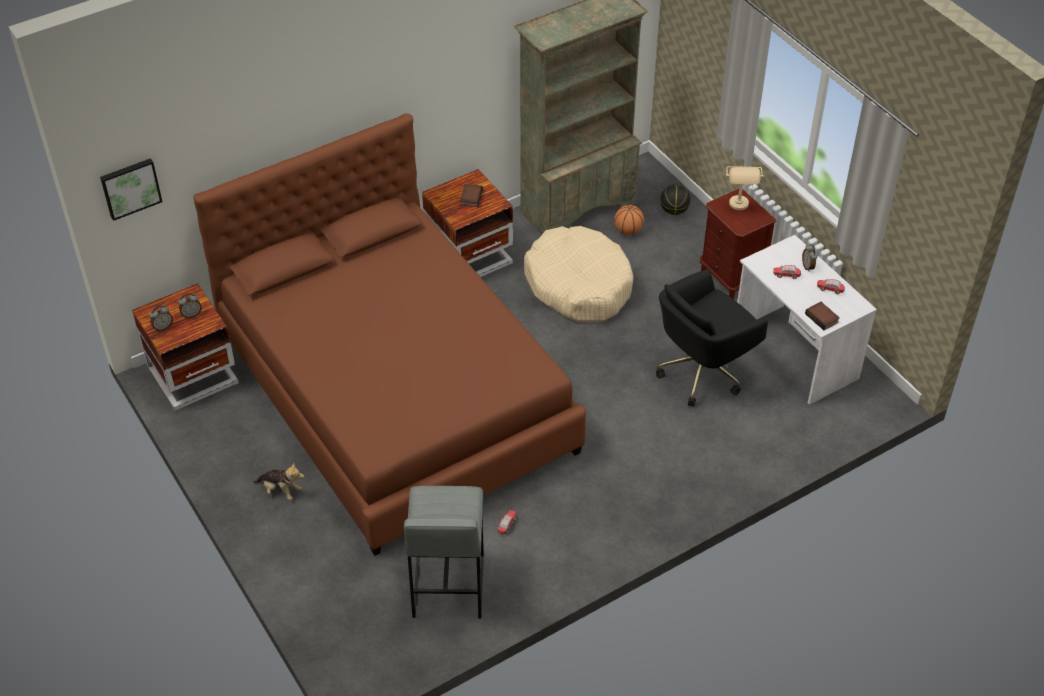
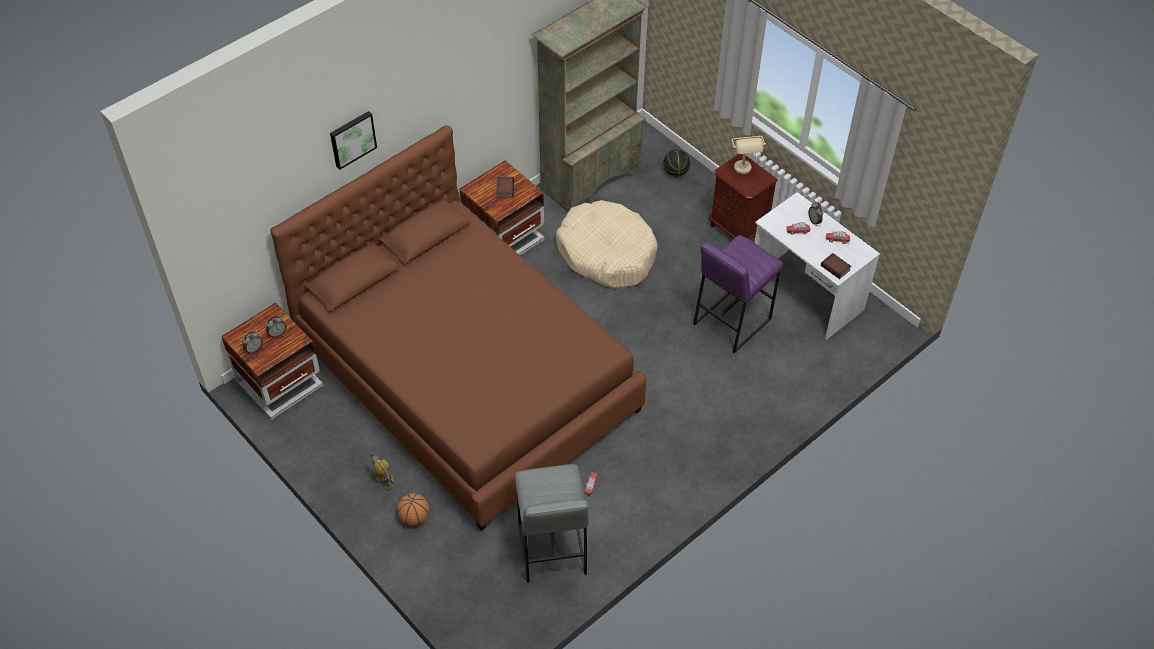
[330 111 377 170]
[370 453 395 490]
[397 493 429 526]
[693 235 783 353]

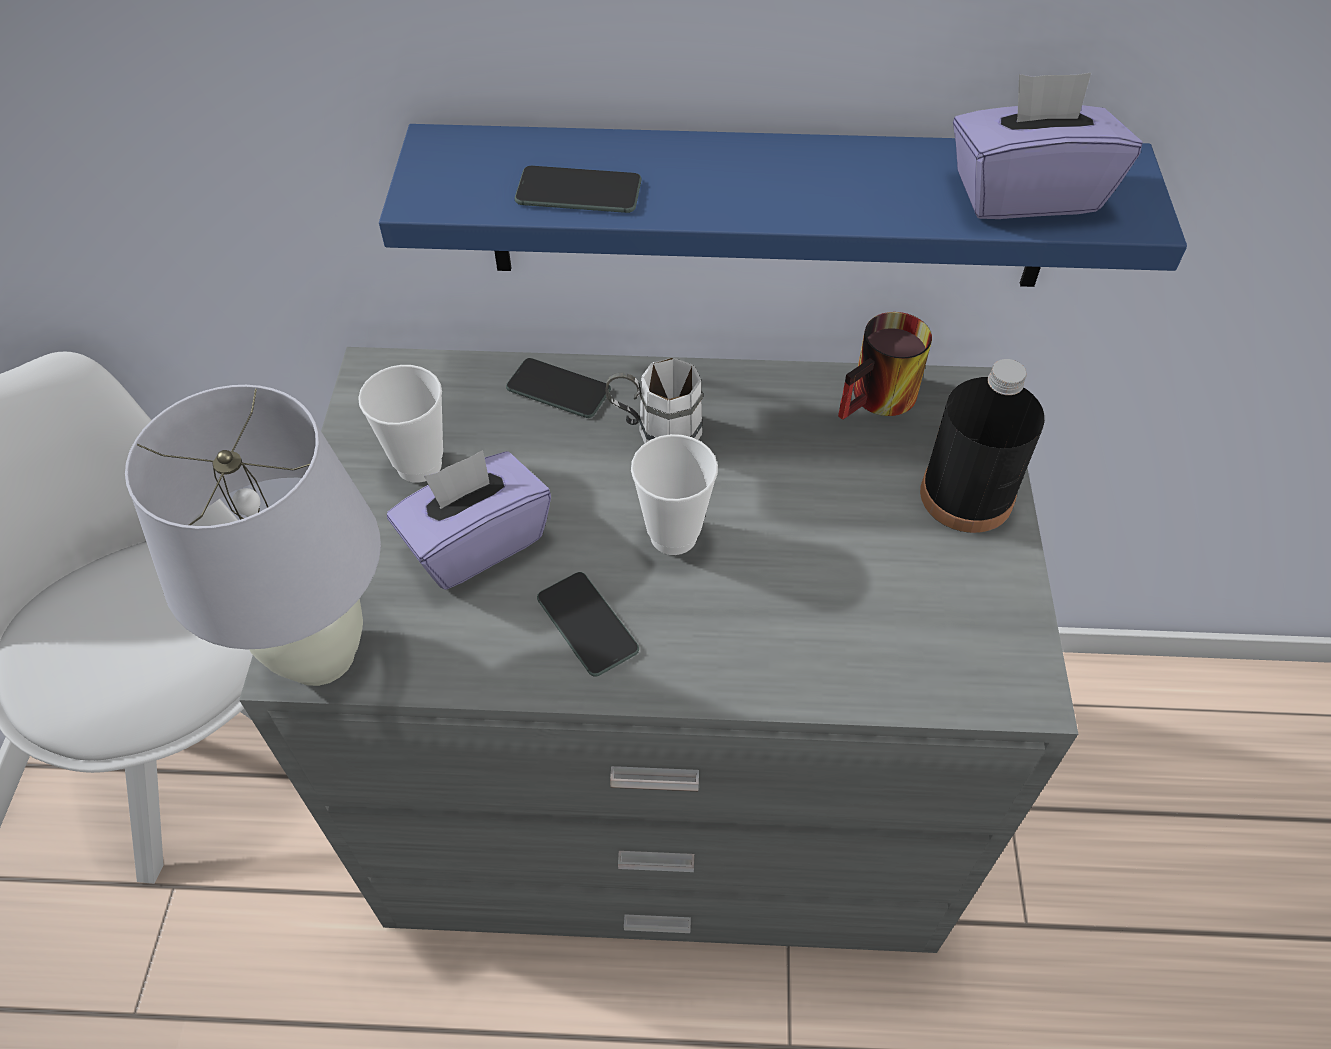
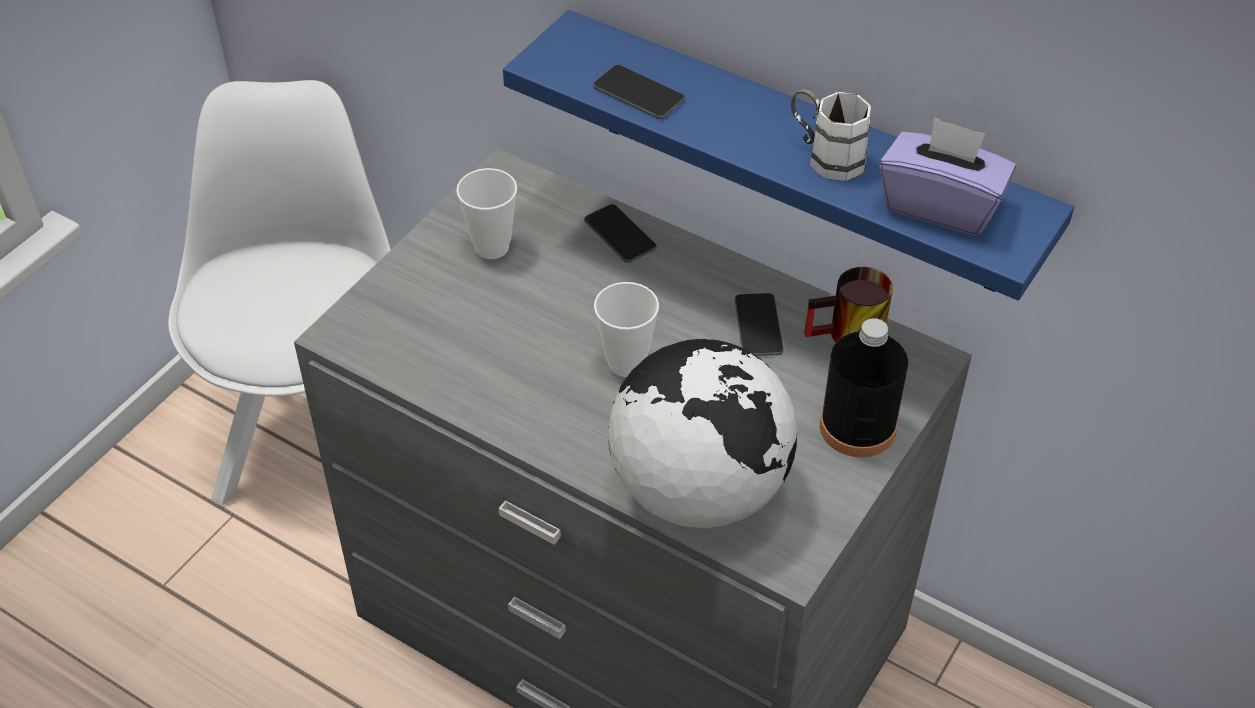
[125 385 381 686] (first image)
[387 450 551 589] (first image)
[735 293 784 356]
[791 89 871 181]
[608 339 797 528]

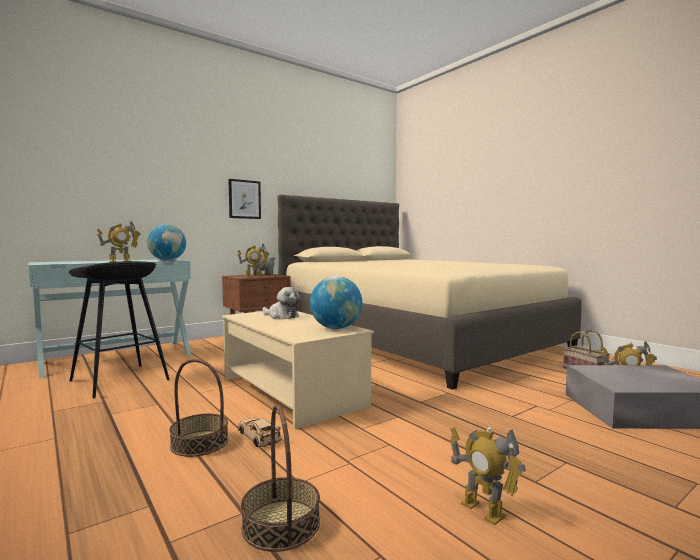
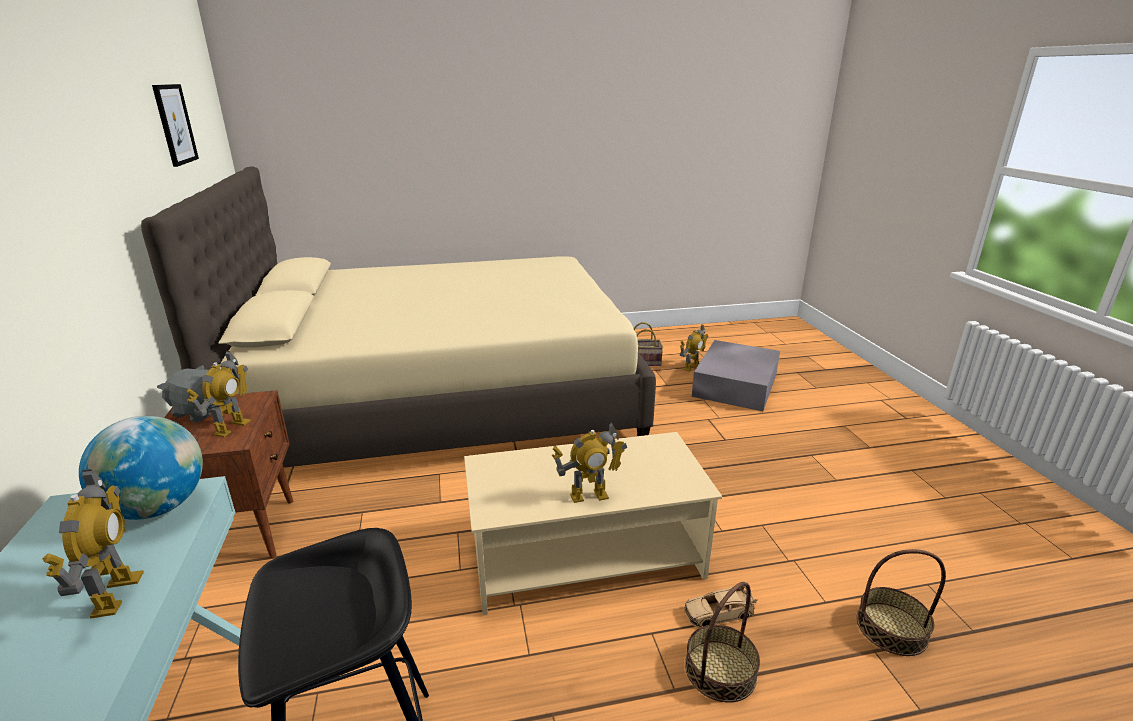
[152 84 199 167]
[262 287 300 319] (first image)
[310 276 362 329] (first image)
[552 423 627 503]

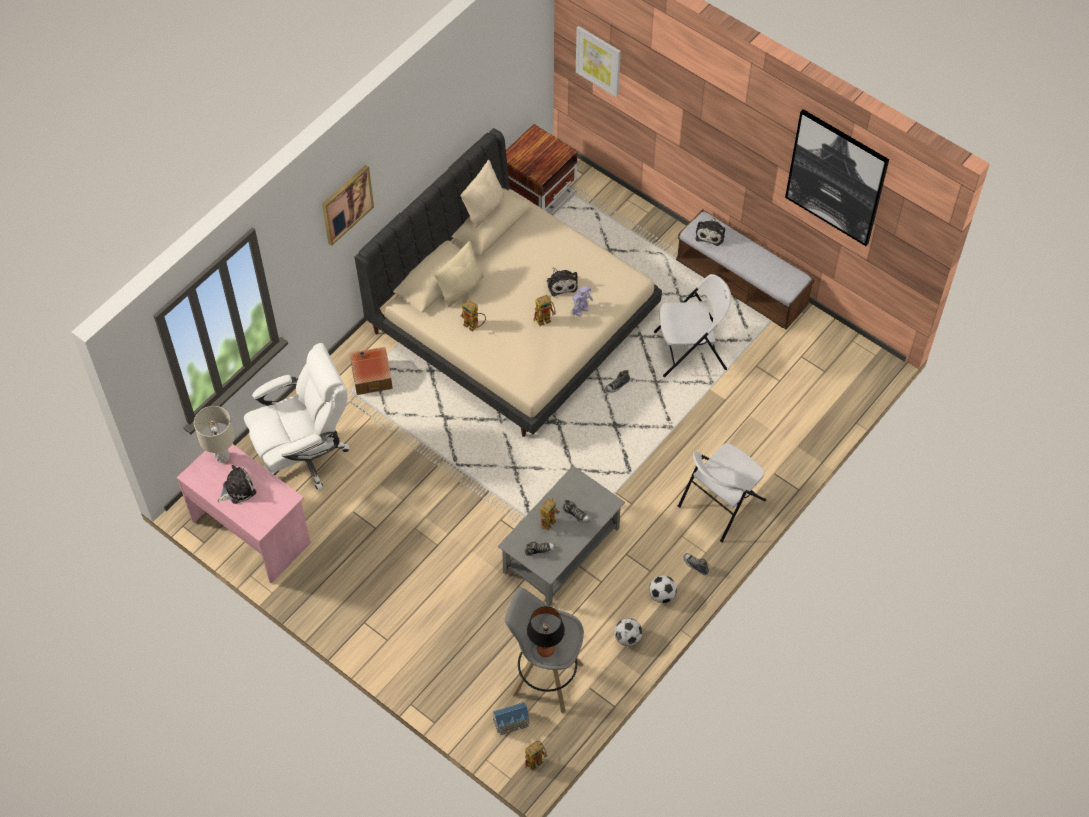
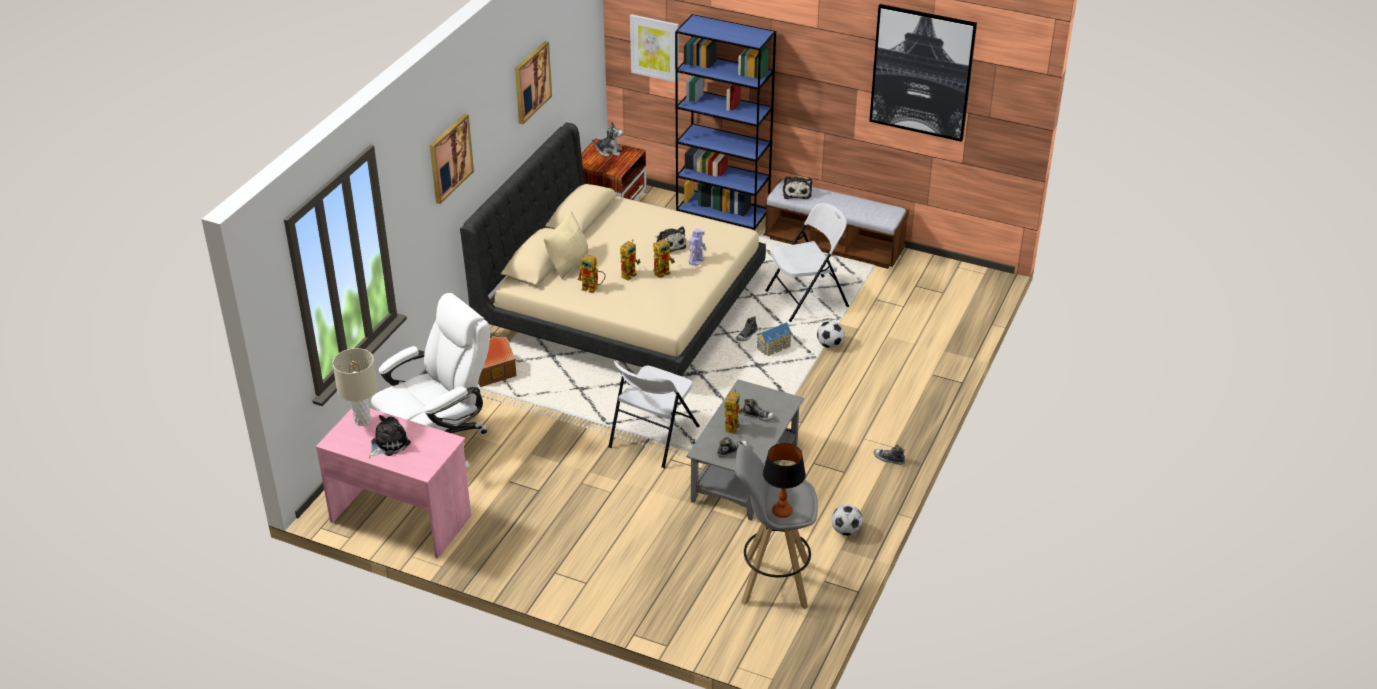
[461 160 505 228] (first image)
[756 322 792 356]
[620 240 640 281]
[817 321 844 348]
[608 361 700 468]
[515 41 552 125]
[592 122 623 157]
[675 14 776 231]

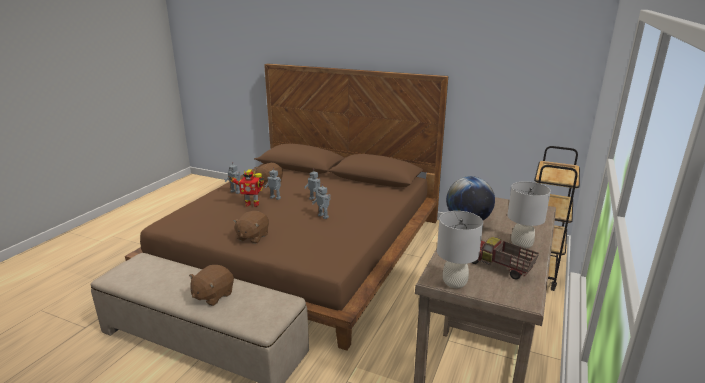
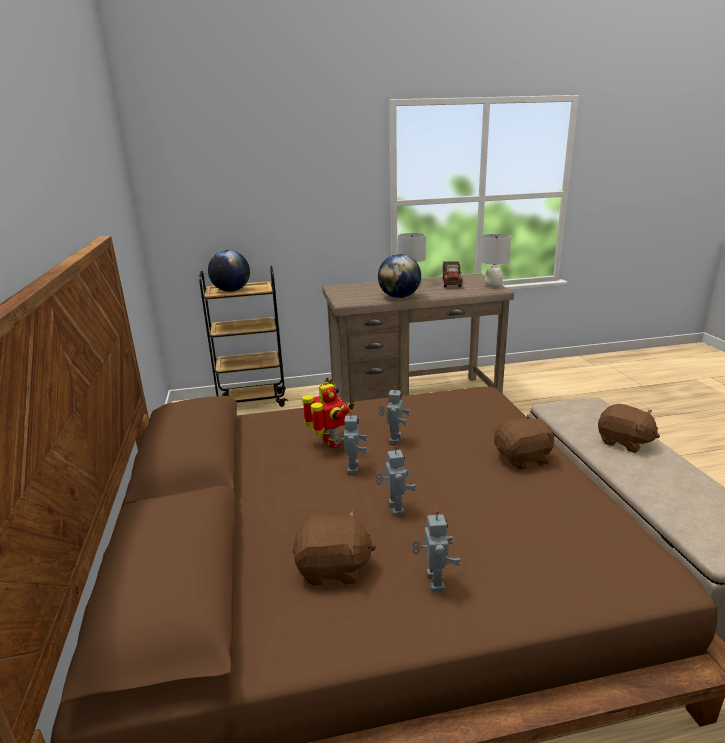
[598 404 660 453]
[302 377 355 448]
[208 250 250 292]

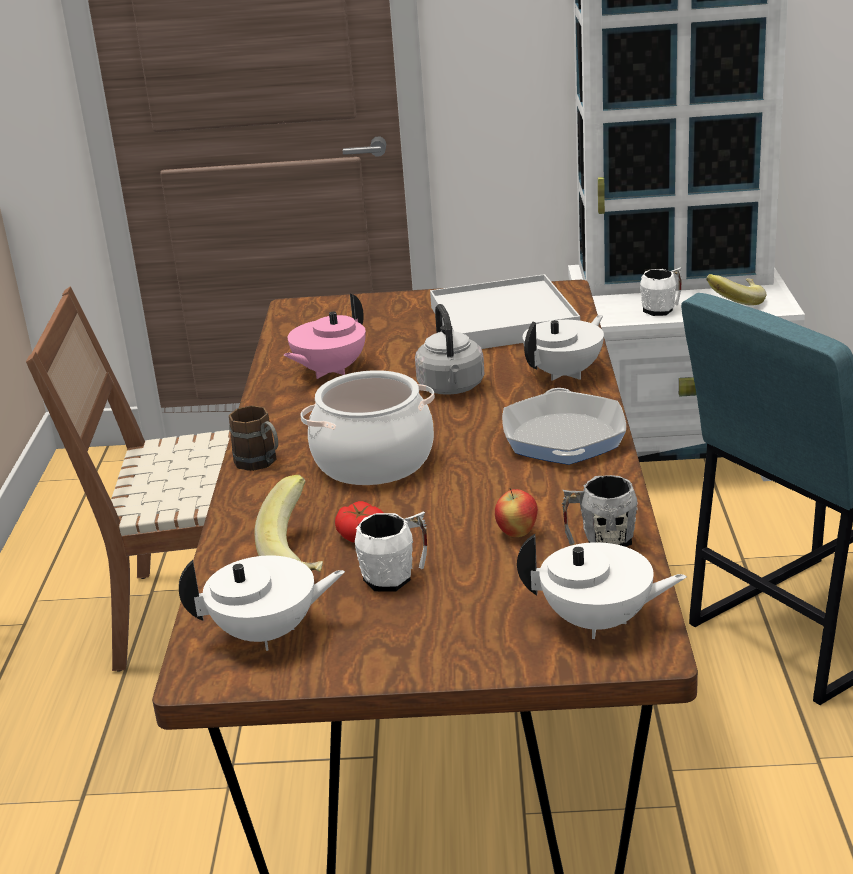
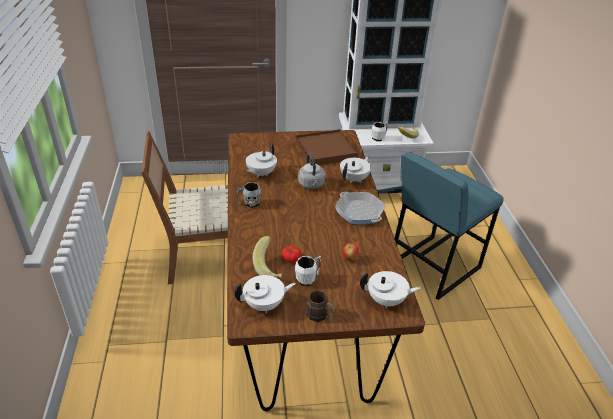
[307 290 335 322]
[246 143 277 177]
[300 370 434 485] (first image)
[296 129 358 165]
[335 192 385 224]
[236 182 261 208]

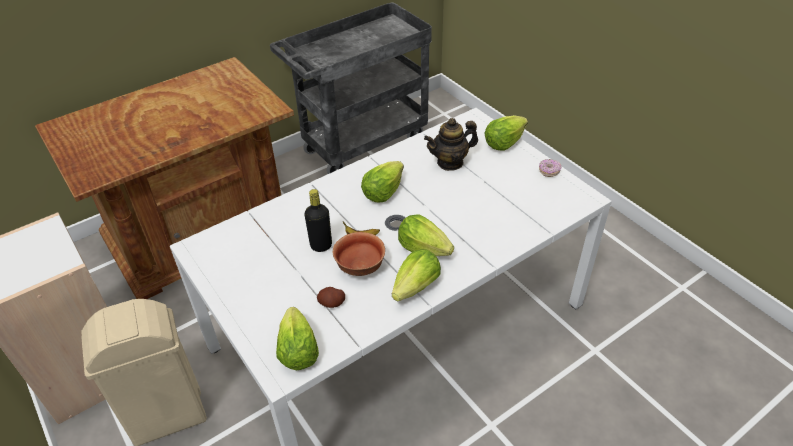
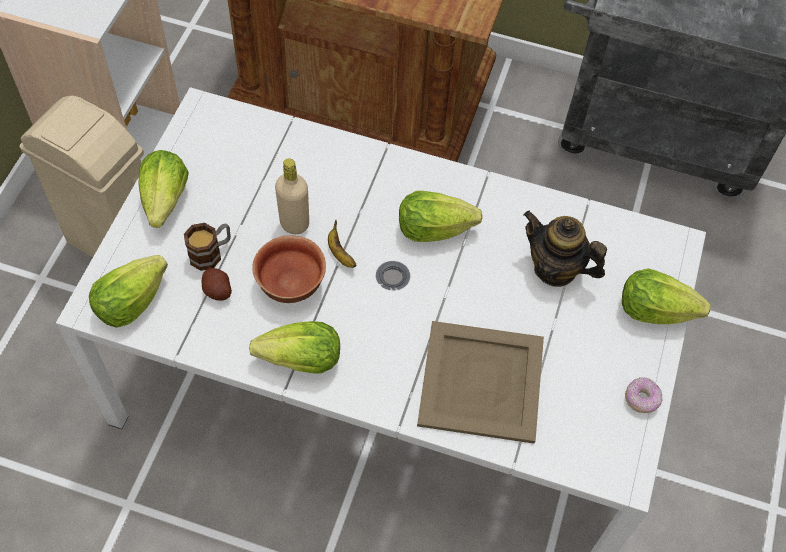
[275 159 309 234]
[138 150 189 228]
[184 223 231 271]
[417 321 544 444]

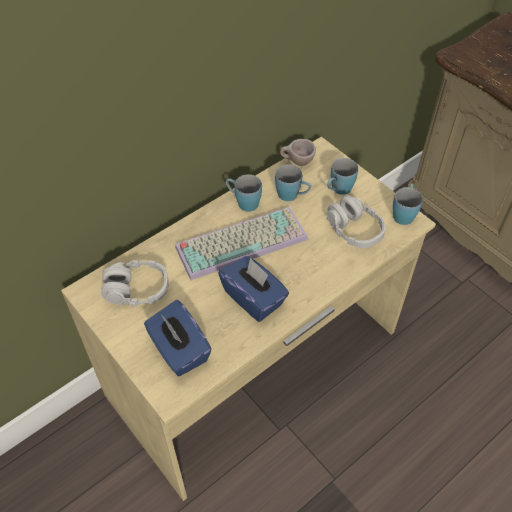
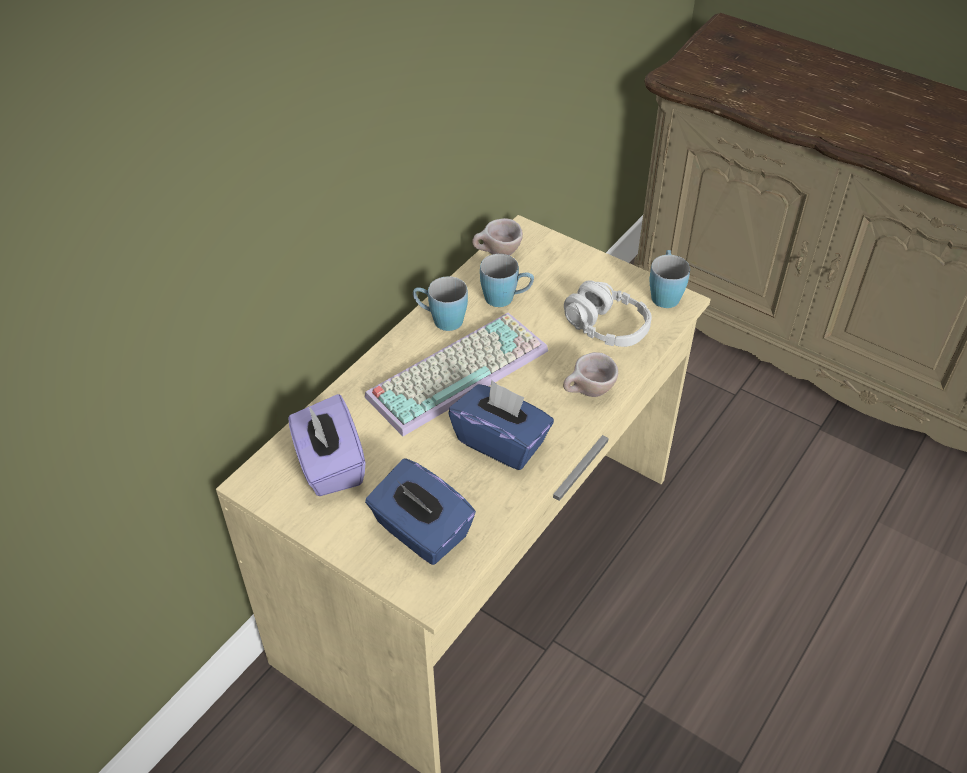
[288 394 365 496]
[327 158 358 195] (first image)
[563 352 618 397]

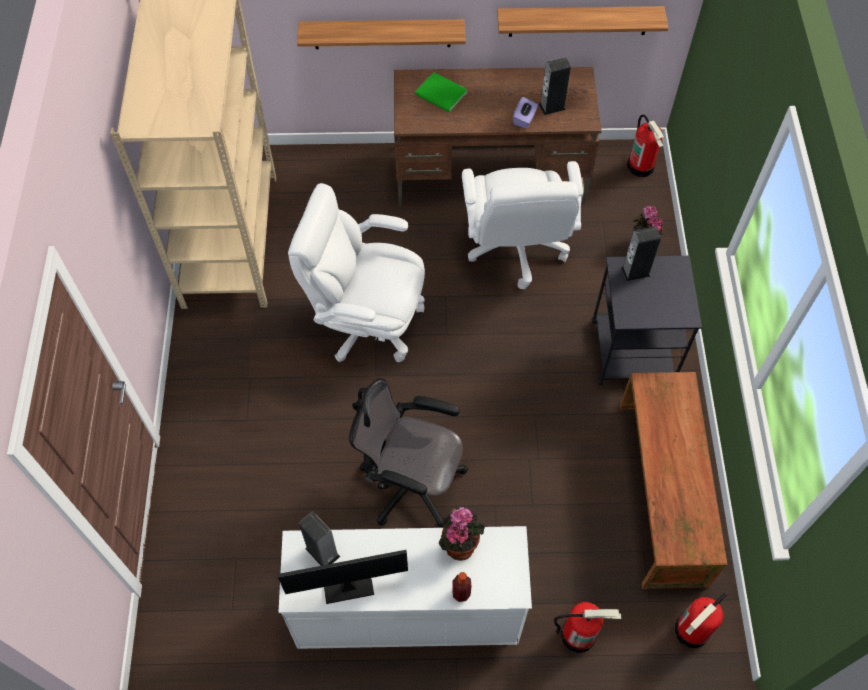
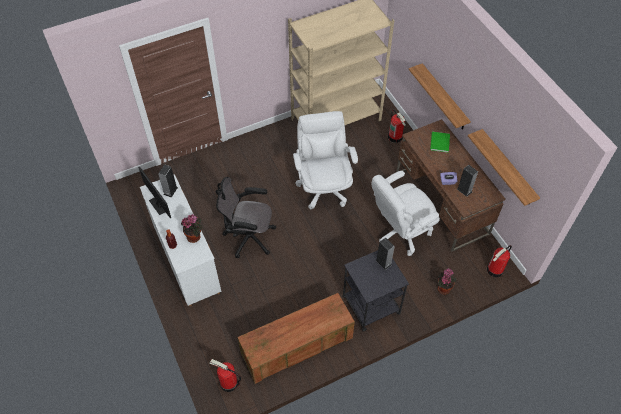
[216 177 276 258]
[388 110 406 143]

